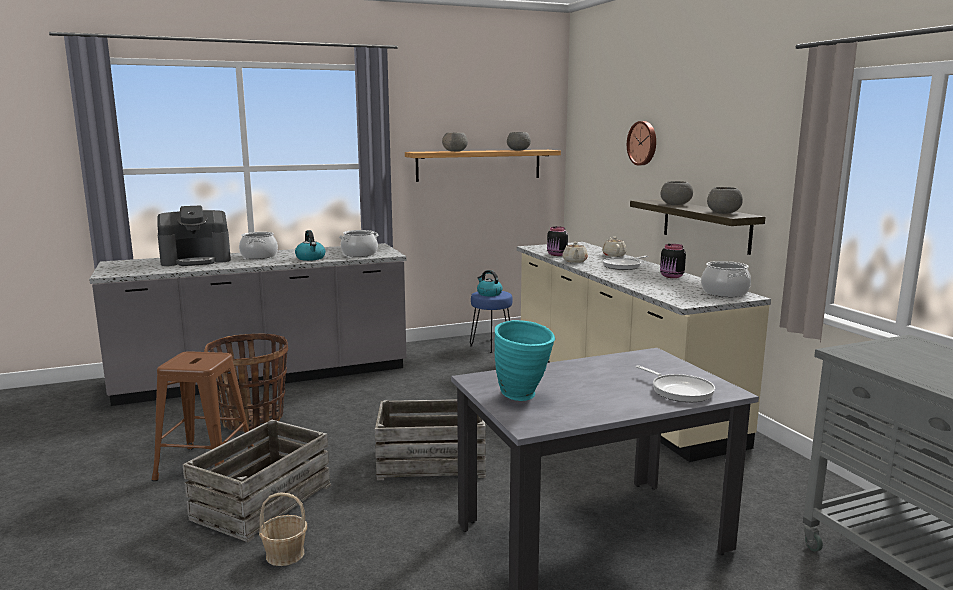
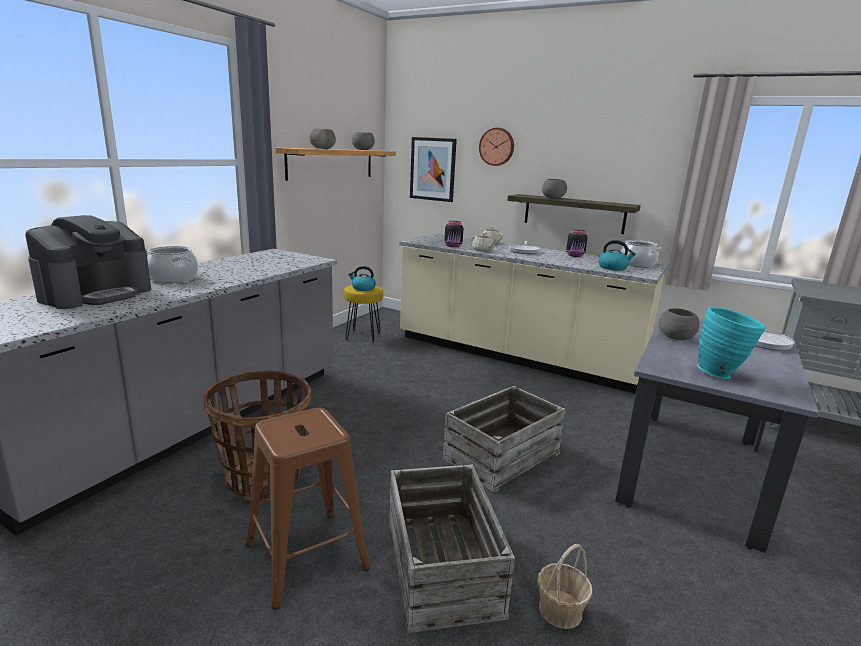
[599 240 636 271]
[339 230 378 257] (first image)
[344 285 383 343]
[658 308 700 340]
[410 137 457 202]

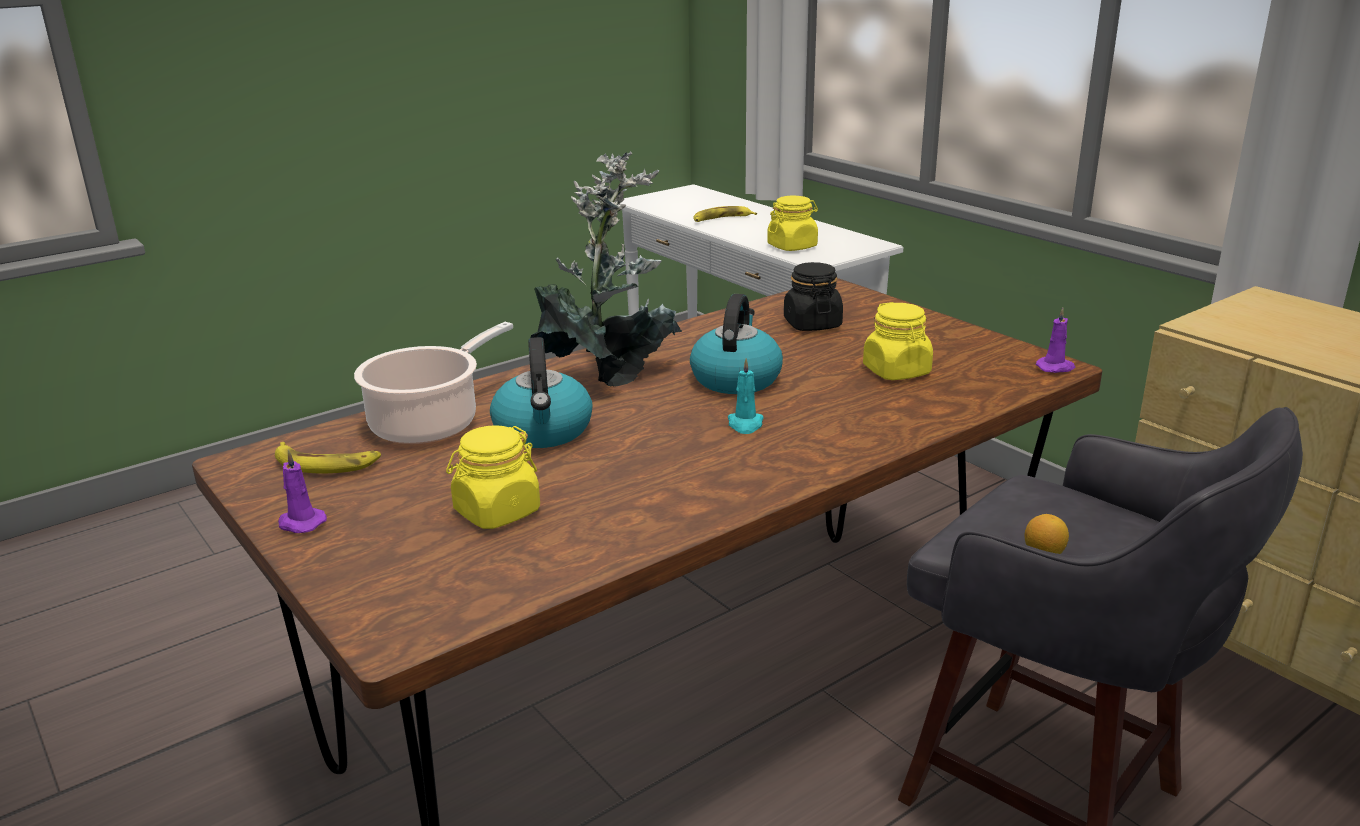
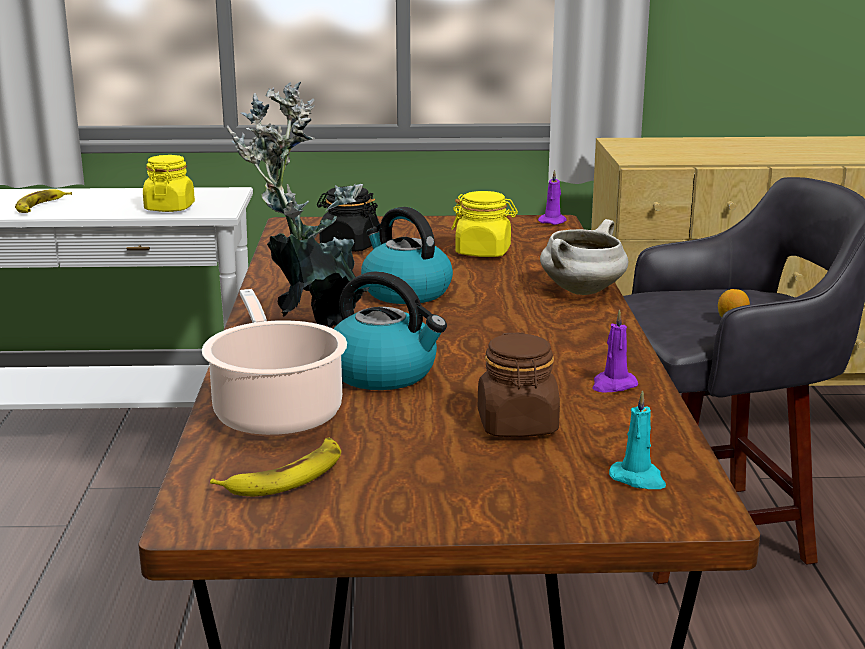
[592 309 638 393]
[478 332 560 437]
[609 390 666 489]
[540 219 628 295]

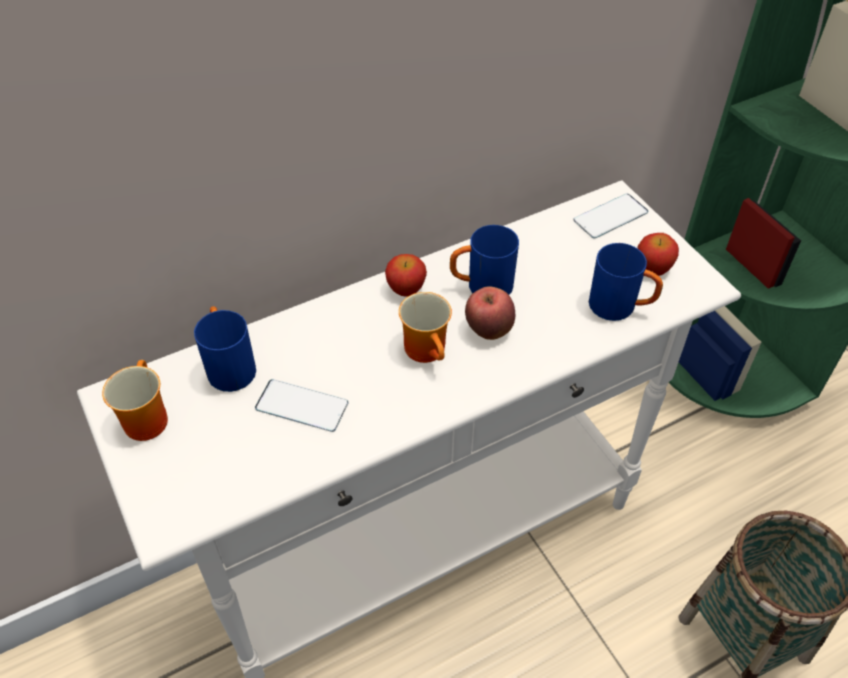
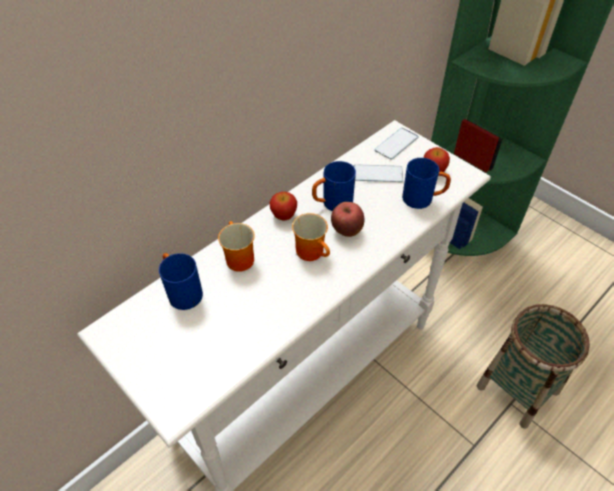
[218 221 255 272]
[353 164 403 182]

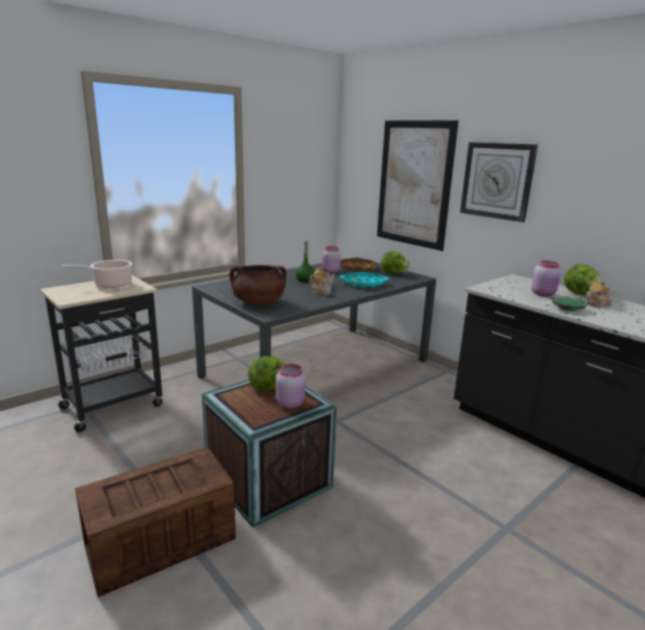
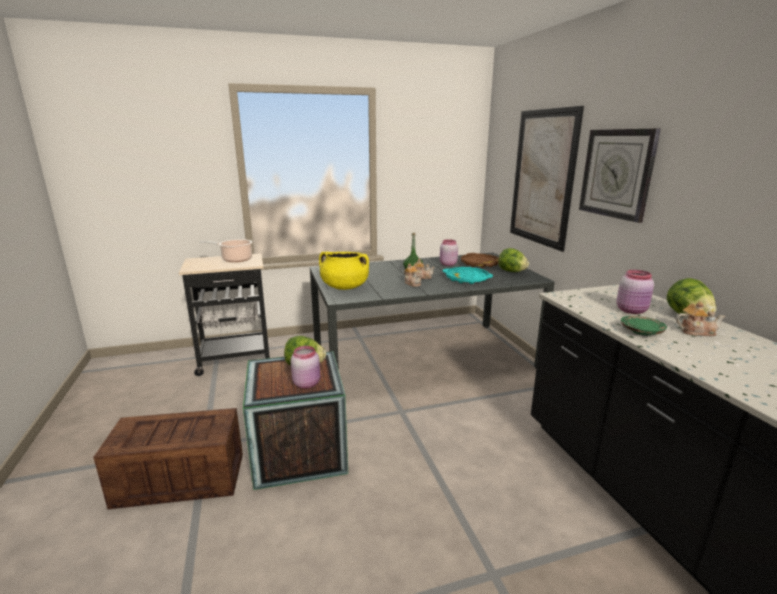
[319 252 369 290]

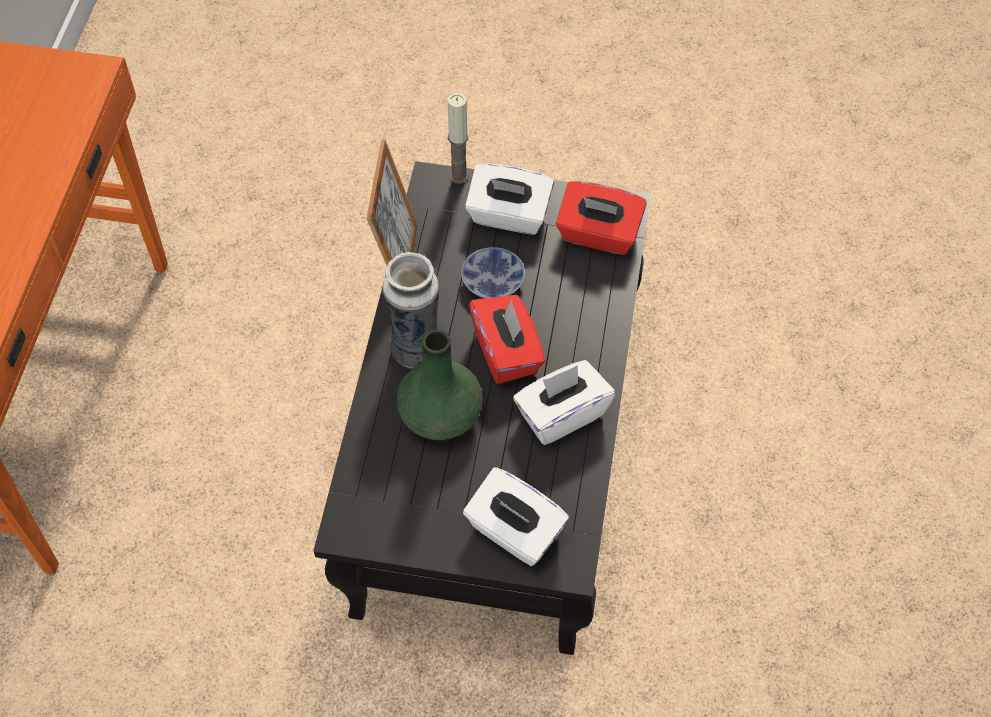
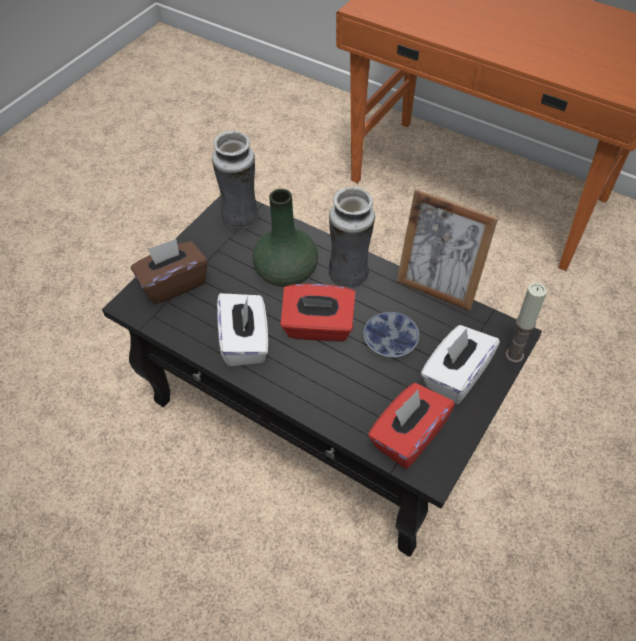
[131 239 208 304]
[212 130 259 230]

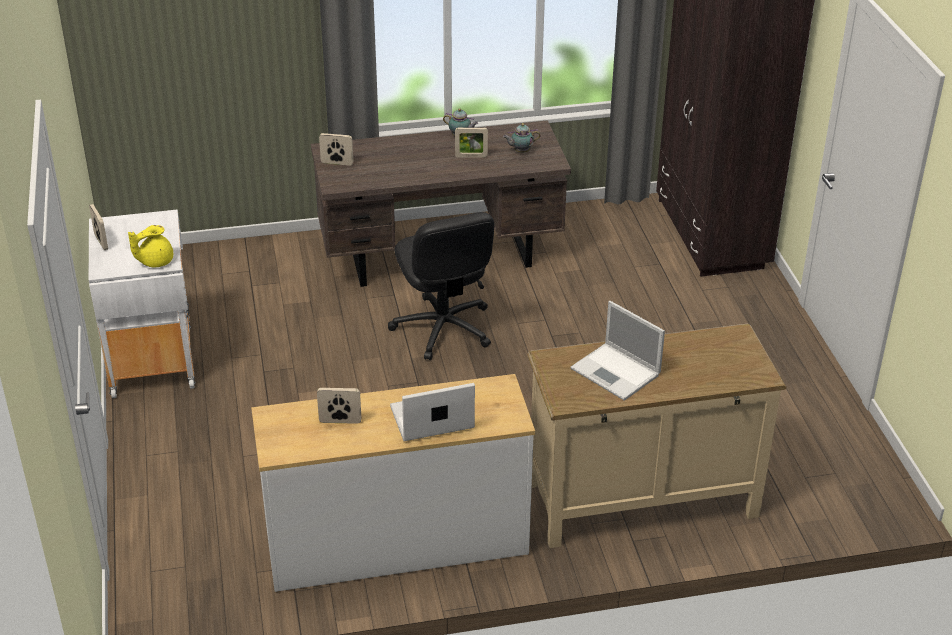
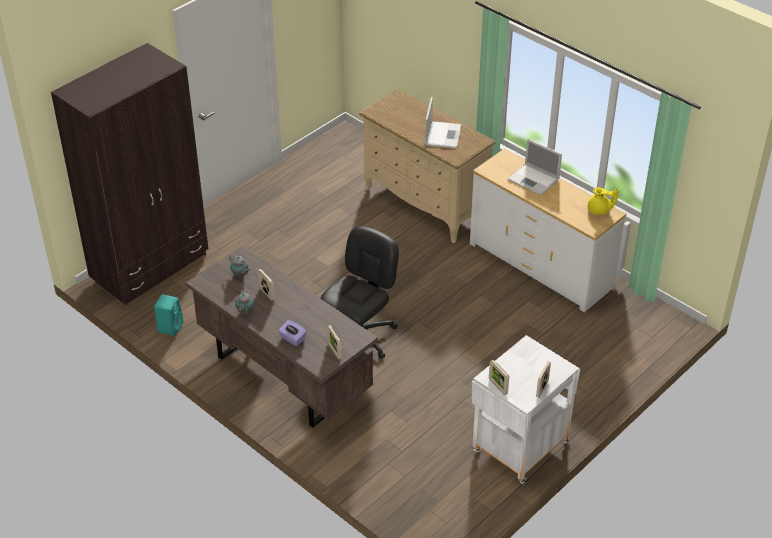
[588 187 619 215]
[489 360 509 395]
[154 294 183 336]
[278 320 307 346]

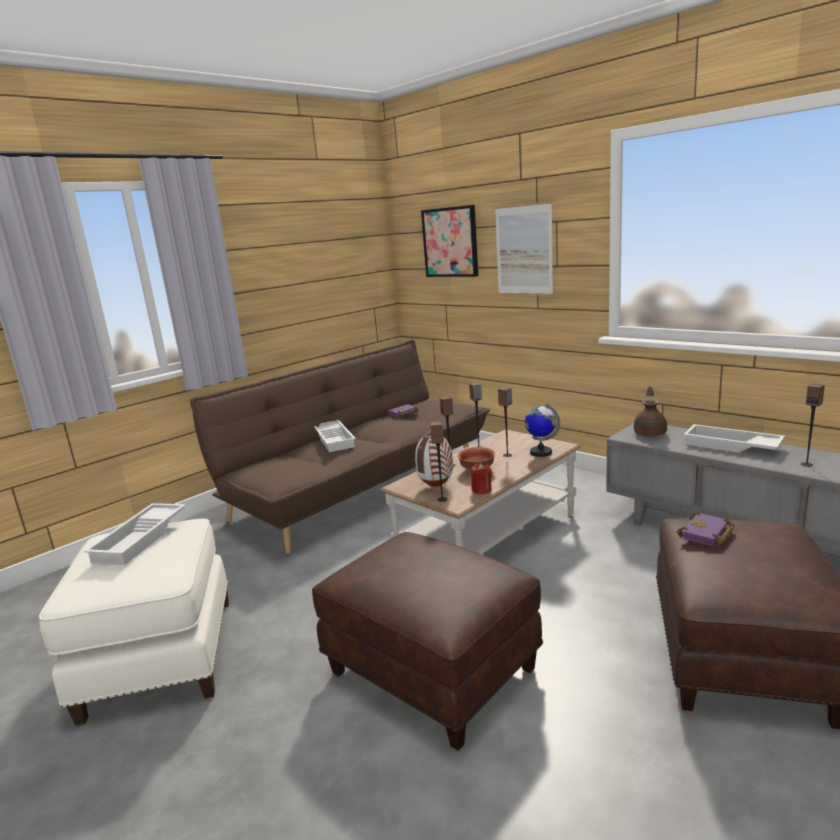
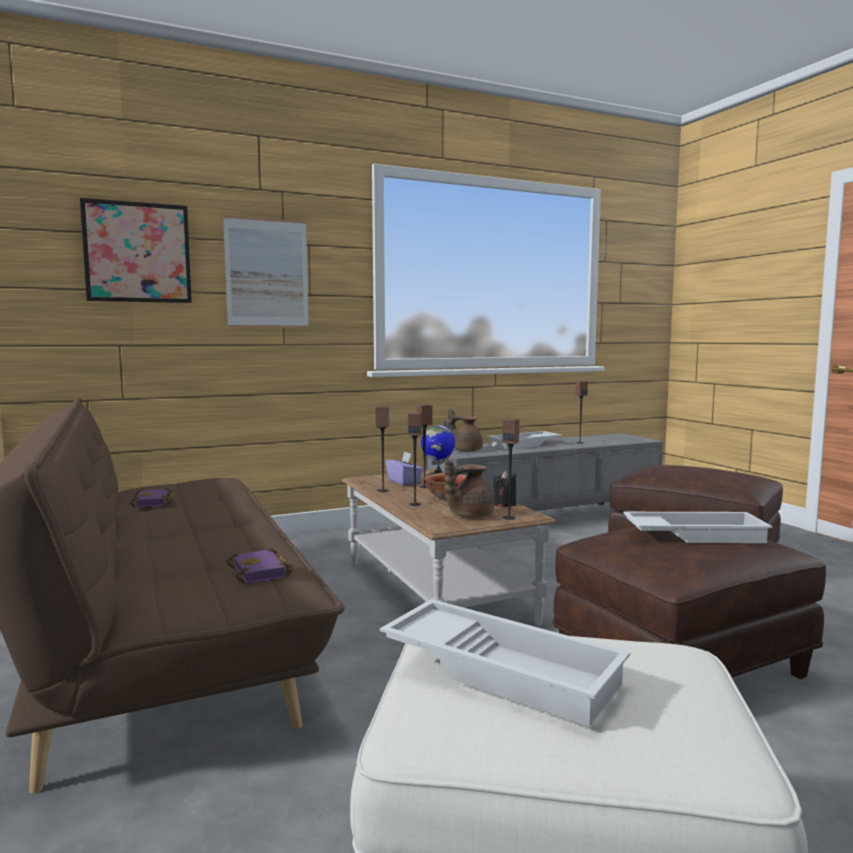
[623 512 772 543]
[444 459 494 518]
[493 471 516 507]
[226 548 293 584]
[385 451 423 485]

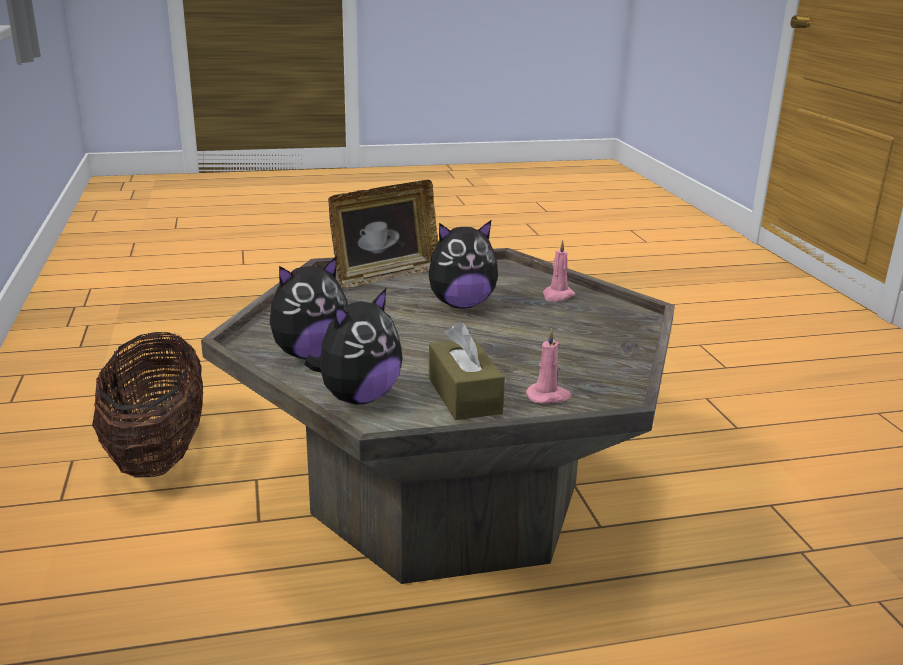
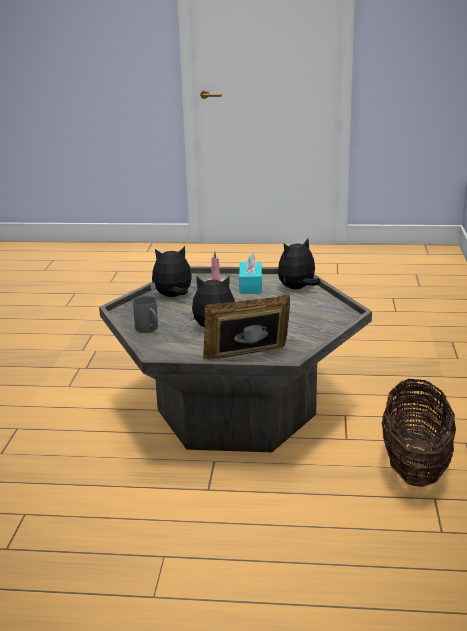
[150 246 192 297]
[239 252 262 294]
[133 296 158 333]

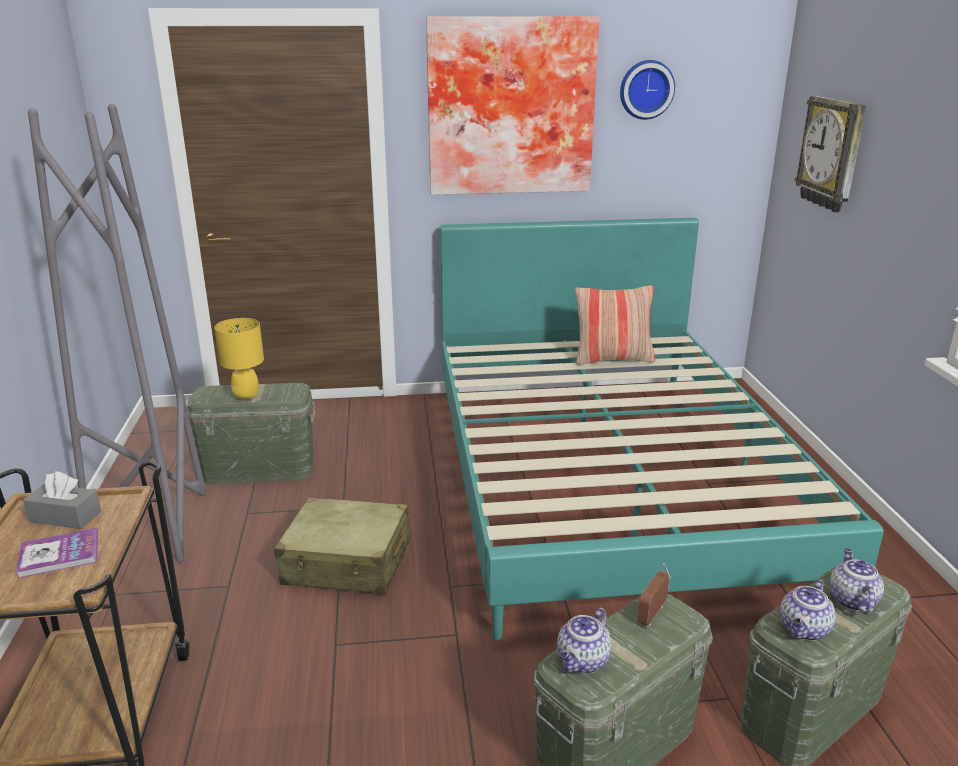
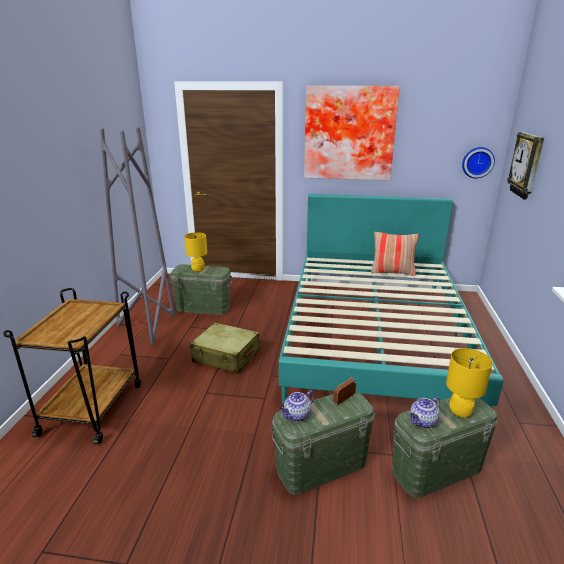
[16 528 98 579] (first image)
[23 471 101 529] (first image)
[462 147 495 178]
[446 348 493 417]

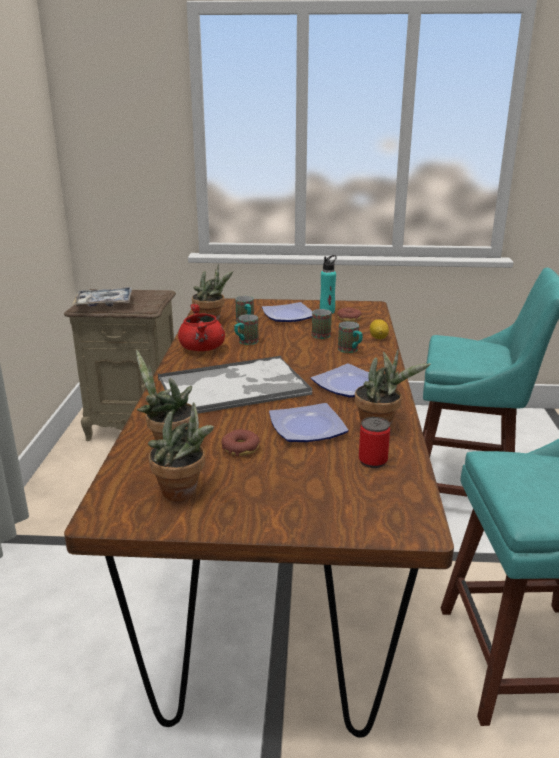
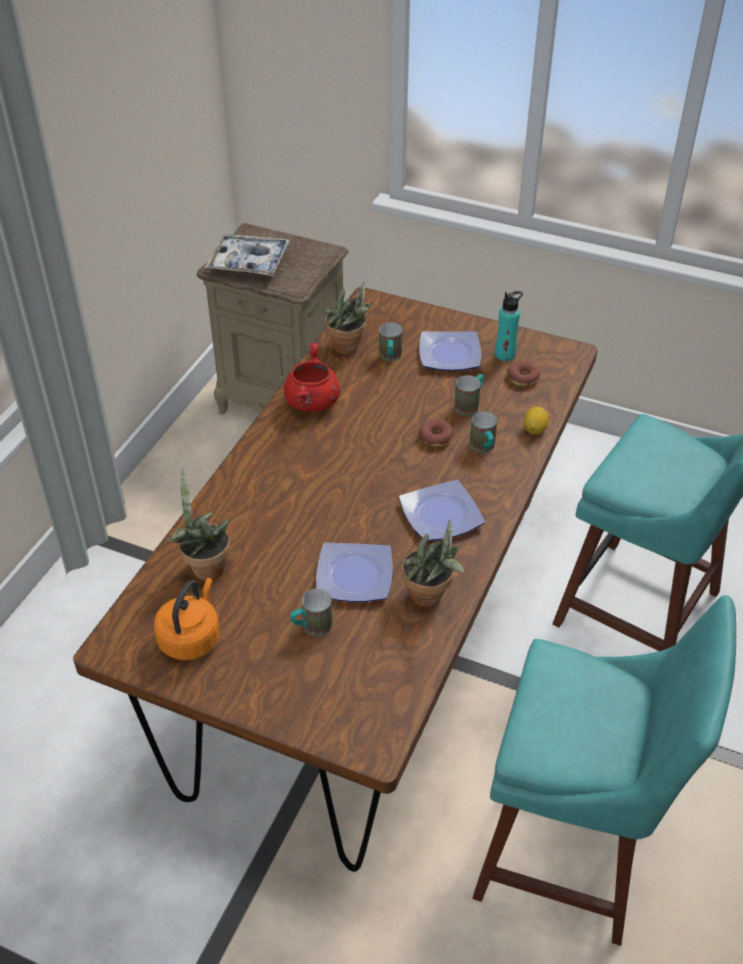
[154 578 220 660]
[158 356 312 414] (first image)
[419 419 454 447]
[290 589 333 636]
[359 417 390 468] (first image)

